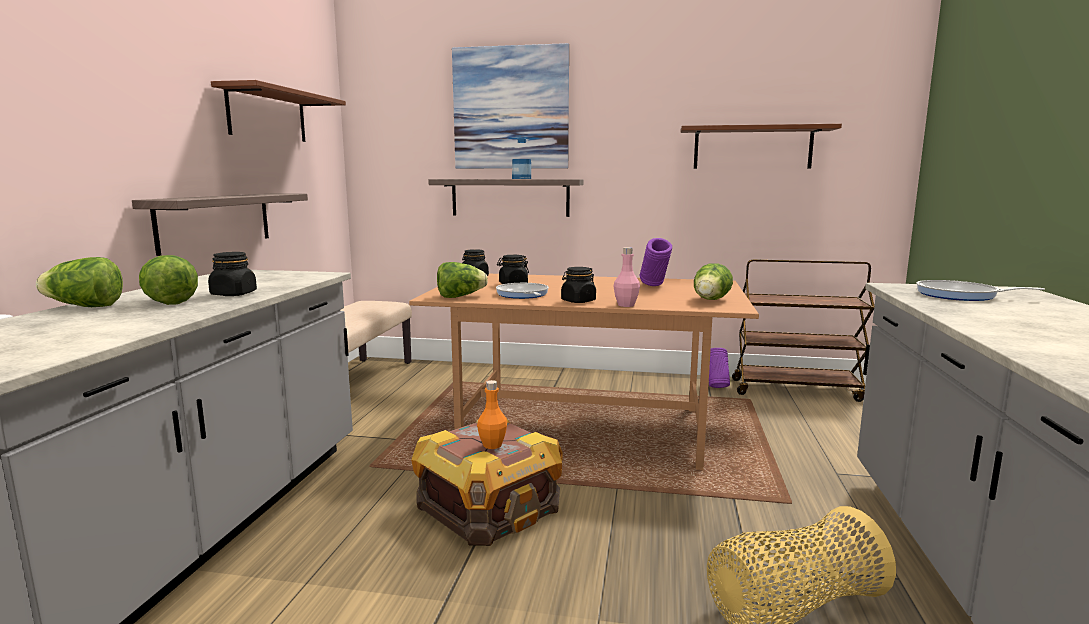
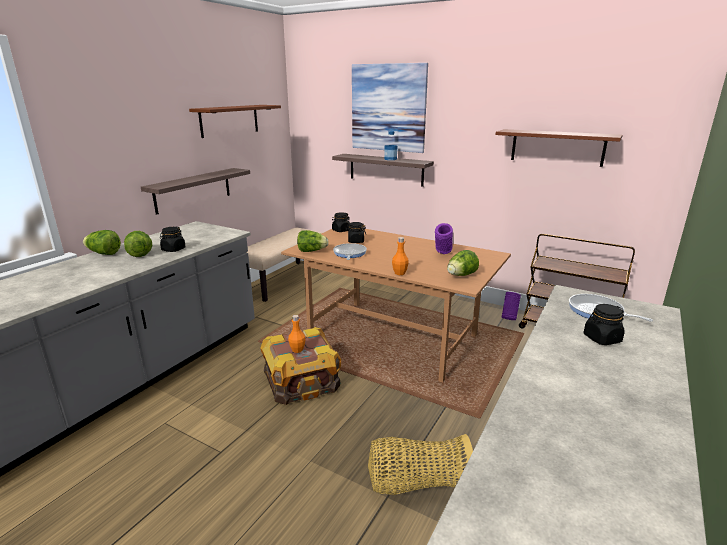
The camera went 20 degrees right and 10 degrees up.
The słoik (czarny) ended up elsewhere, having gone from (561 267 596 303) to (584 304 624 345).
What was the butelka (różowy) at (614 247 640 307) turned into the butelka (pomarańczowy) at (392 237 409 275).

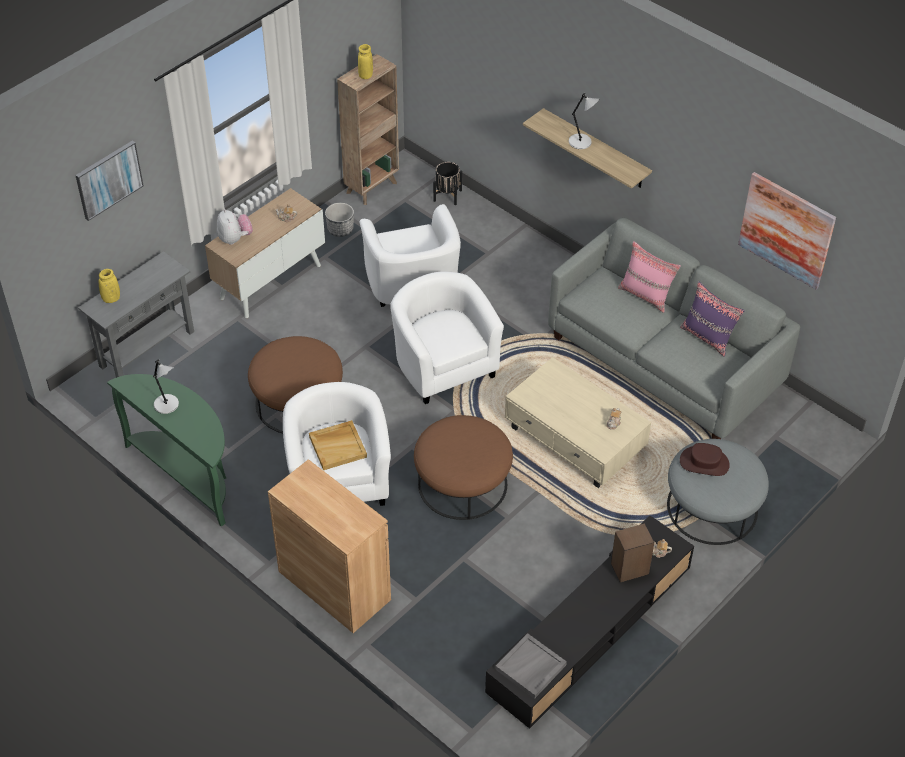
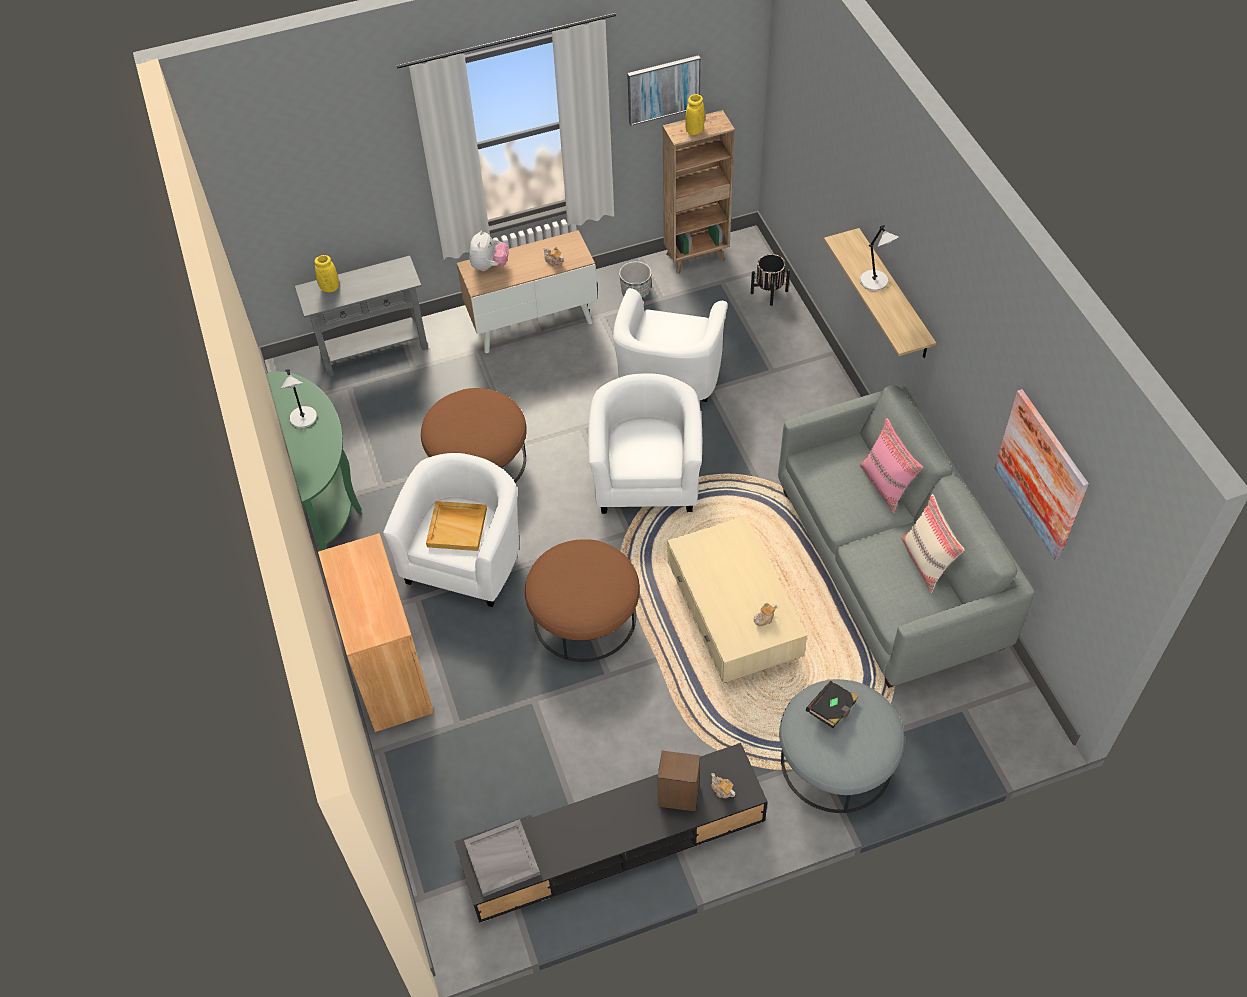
The camera went 30 degrees right and 5 degrees up.
The obraz ended up elsewhere, having gone from (75 140 144 221) to (627 55 701 126).
Where the kapelusz (brązowy) stood at (680 443 730 476), the książka (czarny) came to stand at (806 681 858 728).
What was the poduszka (fioletowy) at (680 281 745 357) turned into the poduszka (beżowy) at (901 494 965 593).

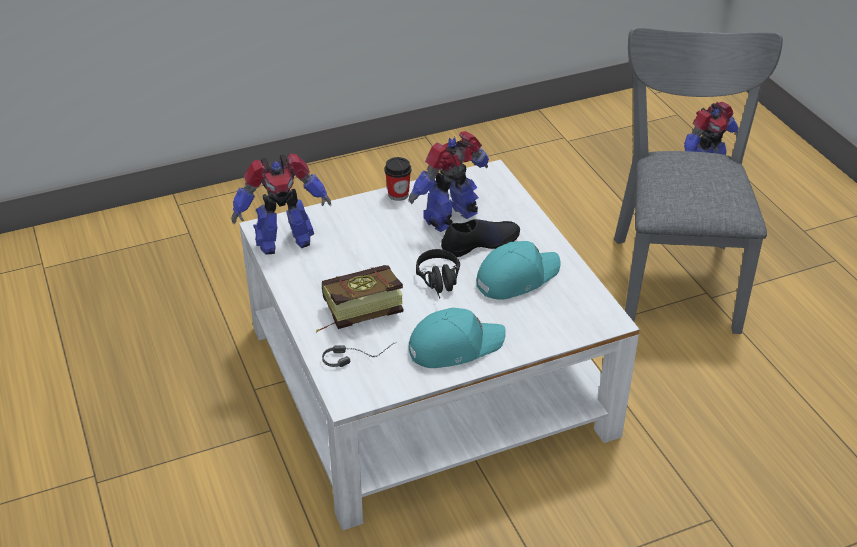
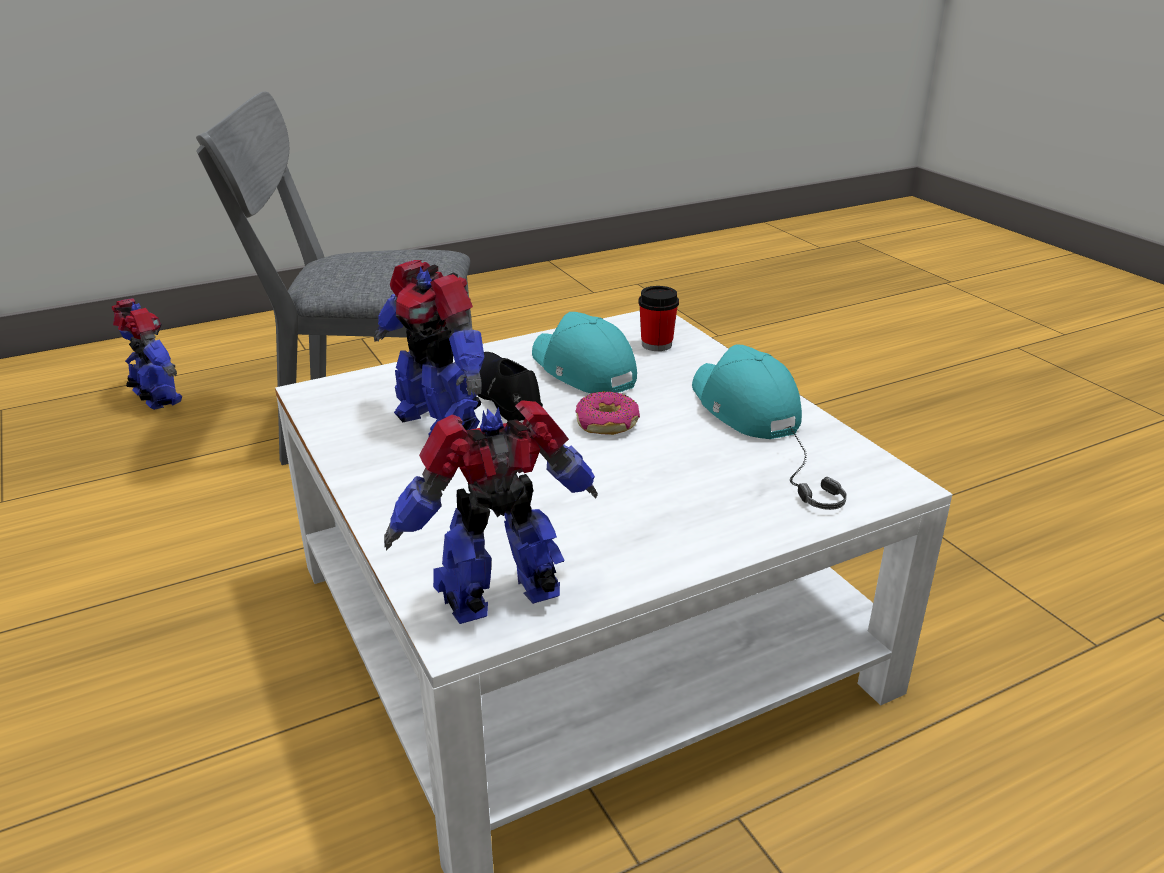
The camera went 95 degrees left and 10 degrees down.
The second view lost the książka at (316 265 403 332).
The filiżanka ended up elsewhere, having gone from (384 157 411 201) to (638 286 679 351).
Where the słuchawki (czarny) stood at (416 249 460 299), the donut came to stand at (575 391 640 435).
The robot zabawkowy at (231 154 331 255) ended up facing another way, 90 degrees counterclockwise from before.

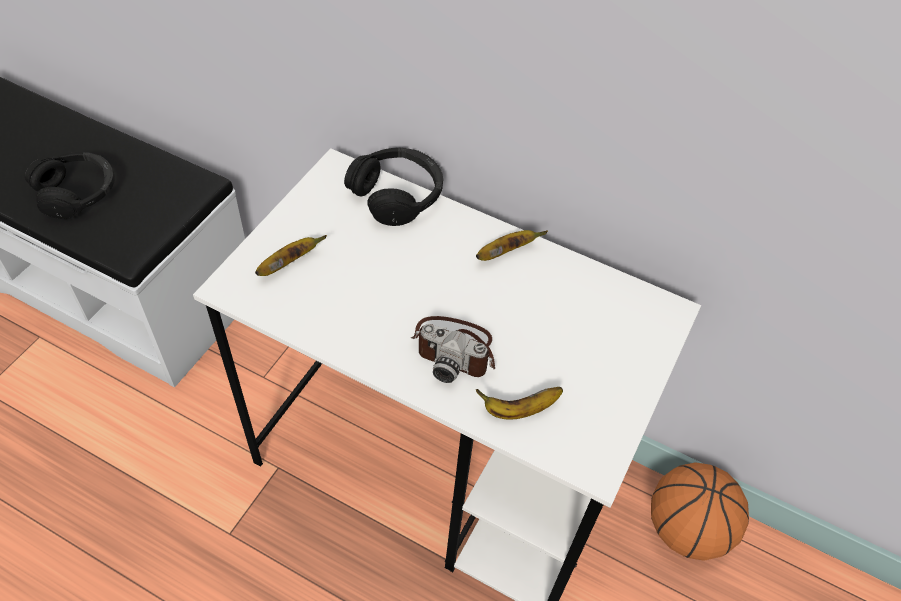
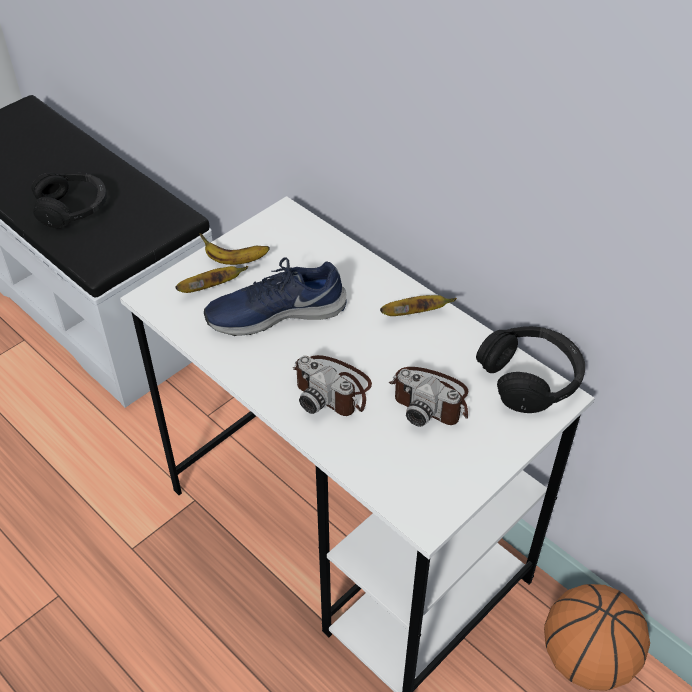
The camera went 20 degrees right and 5 degrees down.
The second view gained the but (niebieski) at (204 258 347 336).
The second view gained the aparat fotograficzny at (388 367 468 427).
The słuchawki (czarny) ended up elsewhere, having gone from (344 148 443 226) to (476 326 585 413).
The banan ended up elsewhere, having gone from (476 387 563 420) to (200 233 270 265).

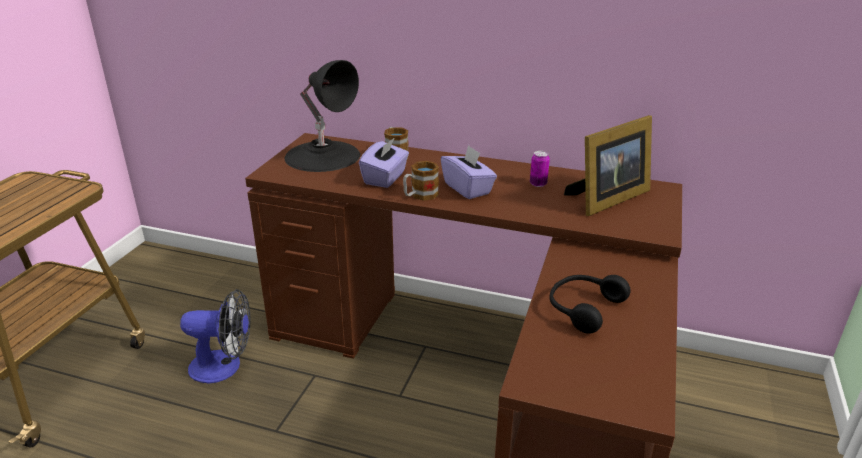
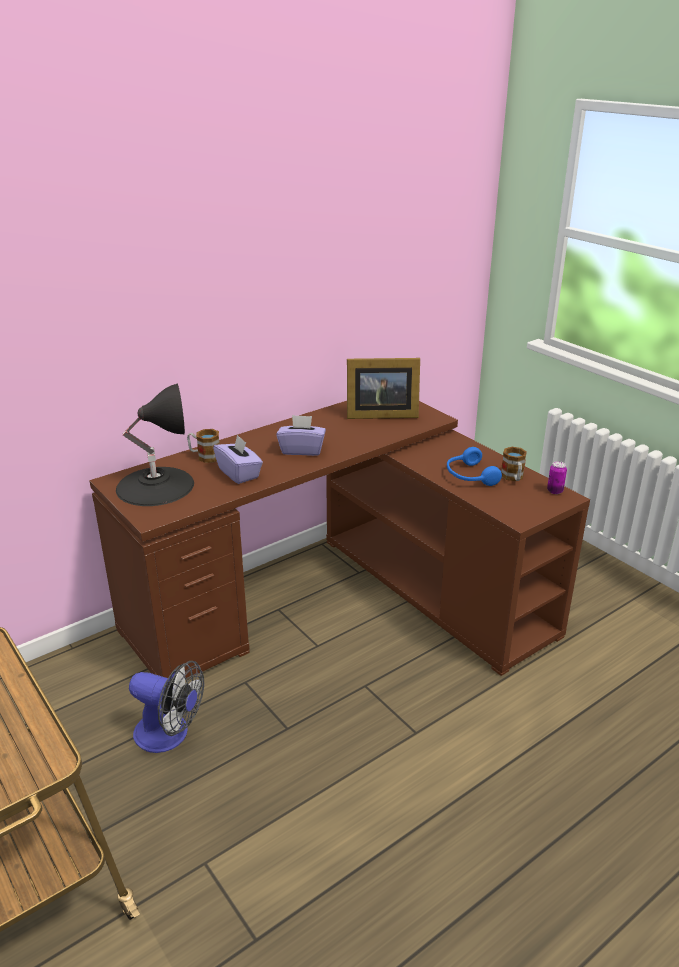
The camera went 55 degrees left and 0 degrees up.
The kubek ended up elsewhere, having gone from (403 161 439 201) to (501 447 527 481).
The puszka ended up elsewhere, having gone from (530 151 550 187) to (547 461 567 494).
What was the słuchawki (czarny) at (549 275 630 334) turned into the słuchawki (niebieski) at (447 447 502 486).
The wentylator at (180 289 251 383) ended up facing another way, 75 degrees clockwise from before.
The ramka na zdjęcie at (564 115 652 216) ended up facing another way, 90 degrees clockwise from before.

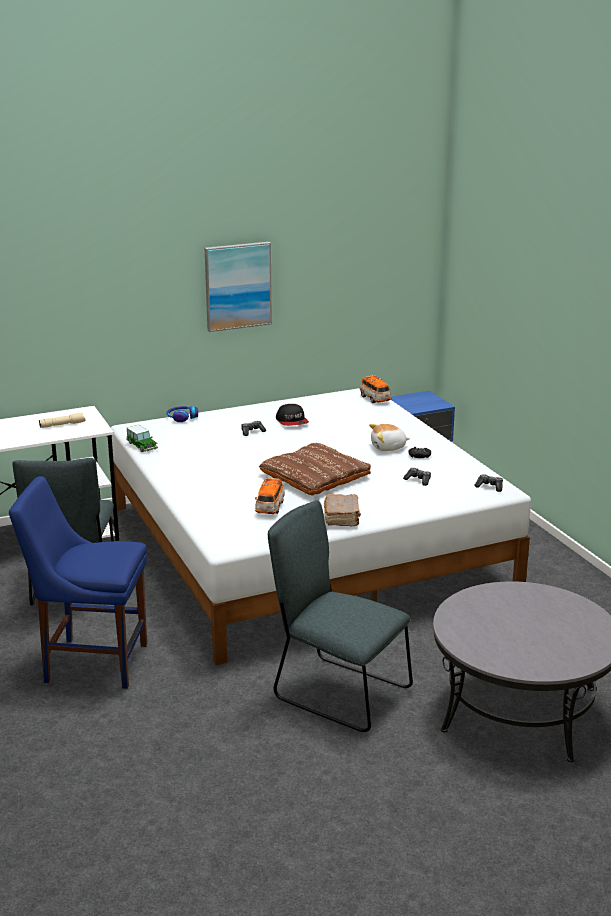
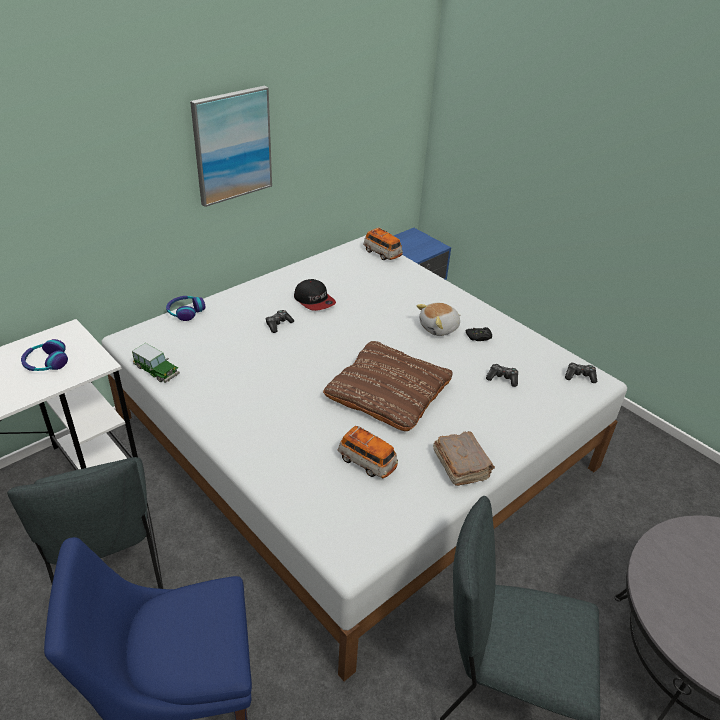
The camera went 20 degrees left and 15 degrees up.
Where the latarka (beżowy) stood at (39 413 85 428), the słuchawki came to stand at (21 339 68 371).
The samochodzik at (255 477 285 514) ended up facing another way, 45 degrees counterclockwise from before.

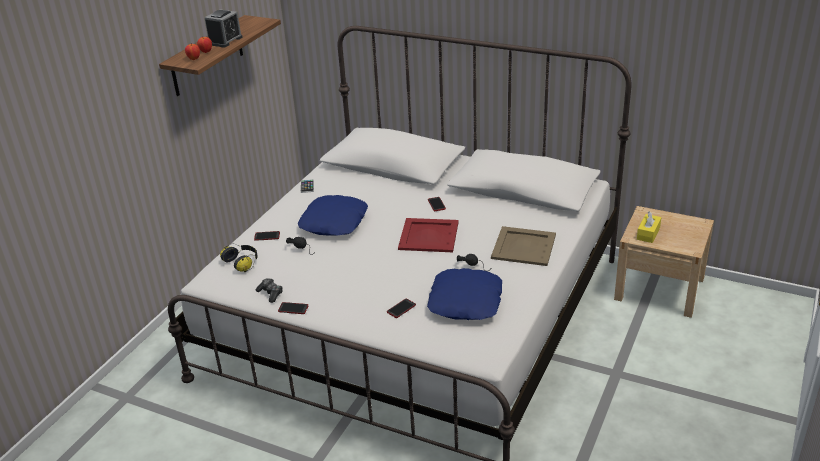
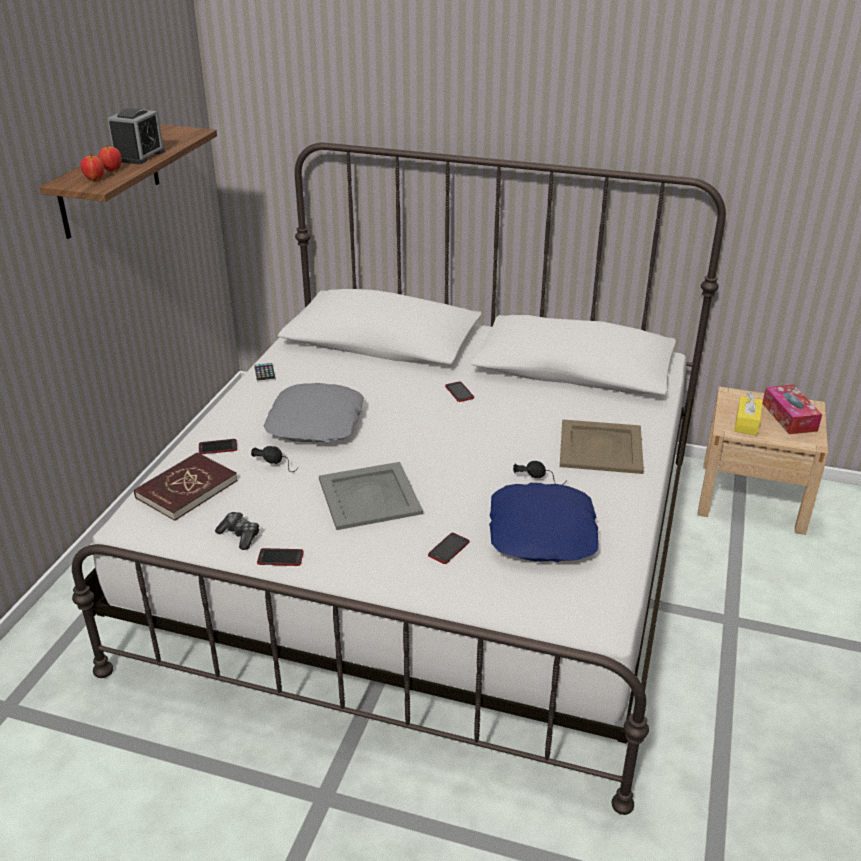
The camera went 10 degrees left and 0 degrees up.
The second view lost the taca (czerwony) at (398 218 459 252).
The second view gained the taca (szary) at (319 462 423 530).
The second view gained the pudełko chusteczek at (763 384 822 434).
Where the słuchawki stood at (220 243 258 273), the książka (czerwony) came to stand at (134 452 238 521).
What was the poduszka (niebieski) at (298 195 368 236) turned into the poduszka (szary) at (264 383 364 443).

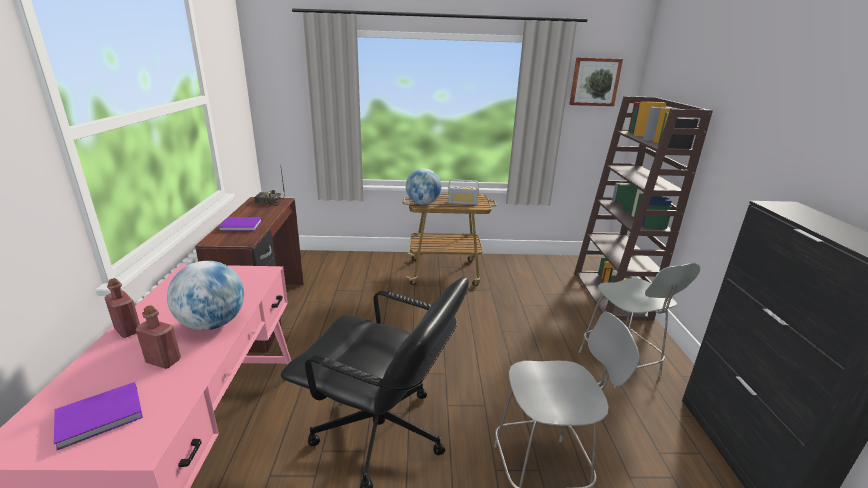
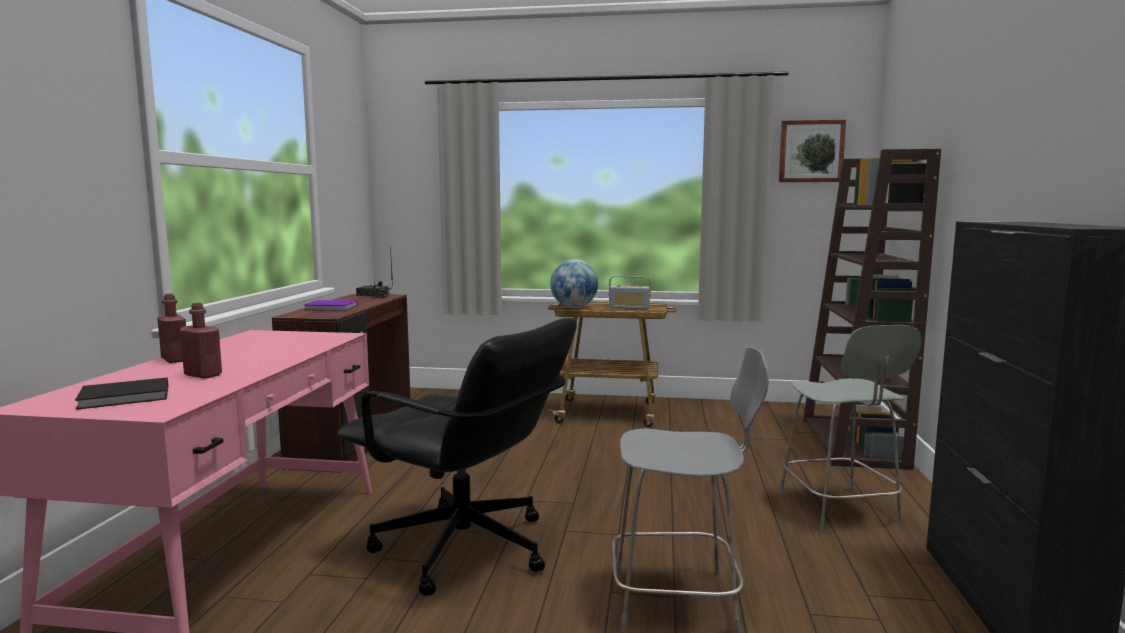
The camera went 10 degrees right and 15 degrees down.
The second view lost the globus at (167 261 244 330).
What was the książka (fioletowy) at (54 382 143 450) turned into the książka (czarny) at (75 377 168 410).

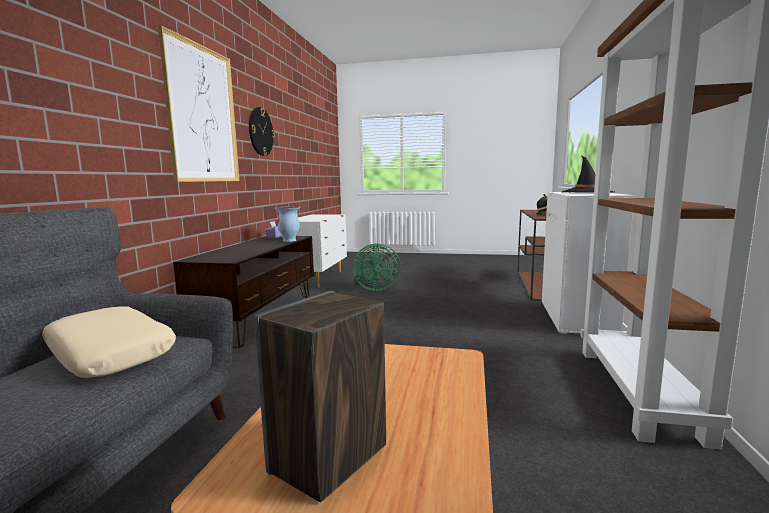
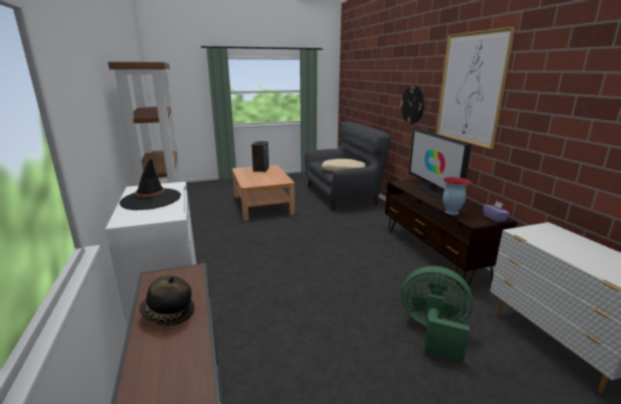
The camera went 150 degrees right and 10 degrees up.
The second view gained the telewizor at (409 127 471 198).
The zegar ścienny ended up elsewhere, having gone from (249 107 275 156) to (400 85 424 124).
The wentylator (zielony) at (352 243 401 291) ended up facing another way, 60 degrees clockwise from before.

